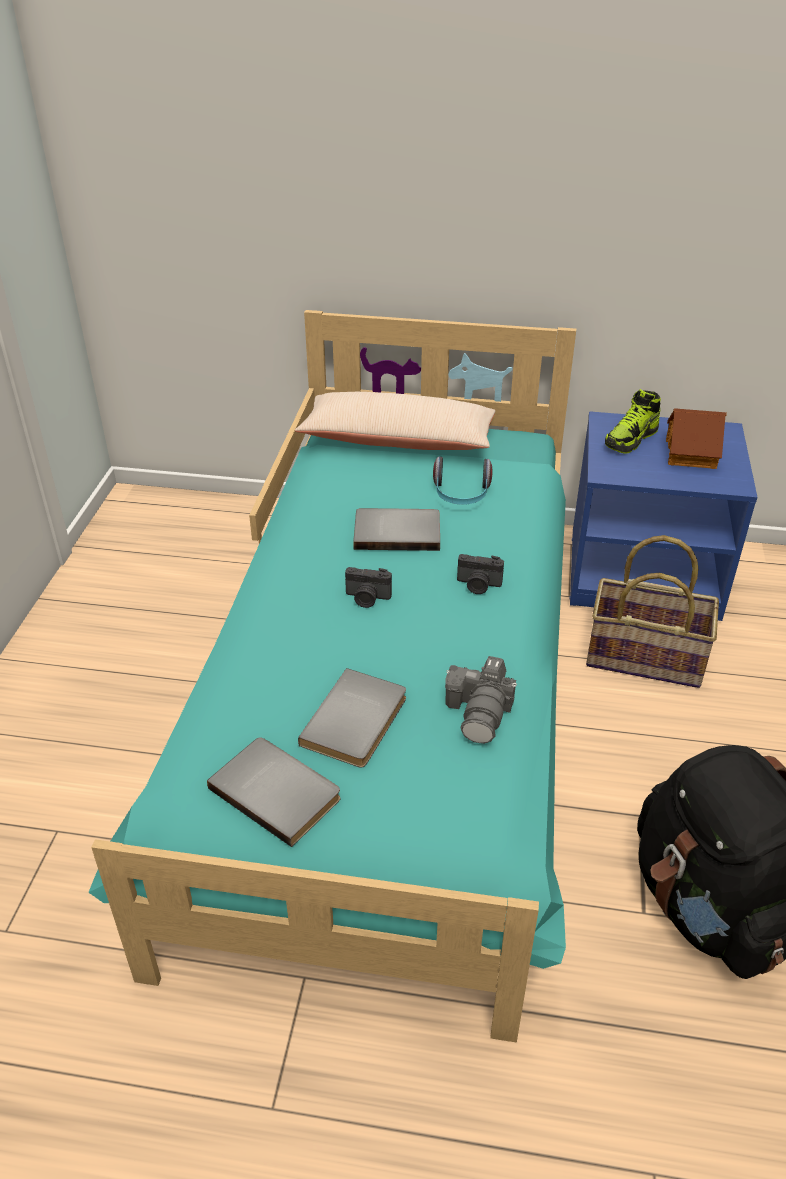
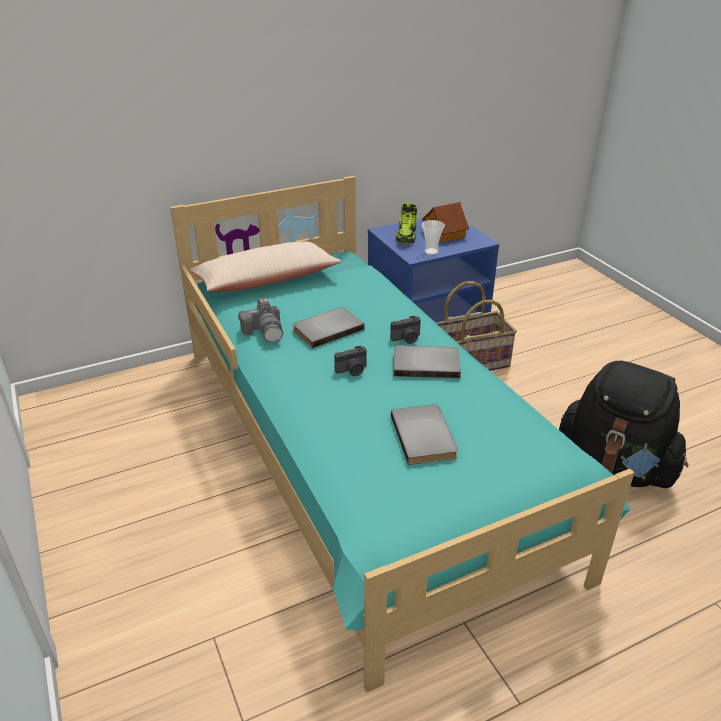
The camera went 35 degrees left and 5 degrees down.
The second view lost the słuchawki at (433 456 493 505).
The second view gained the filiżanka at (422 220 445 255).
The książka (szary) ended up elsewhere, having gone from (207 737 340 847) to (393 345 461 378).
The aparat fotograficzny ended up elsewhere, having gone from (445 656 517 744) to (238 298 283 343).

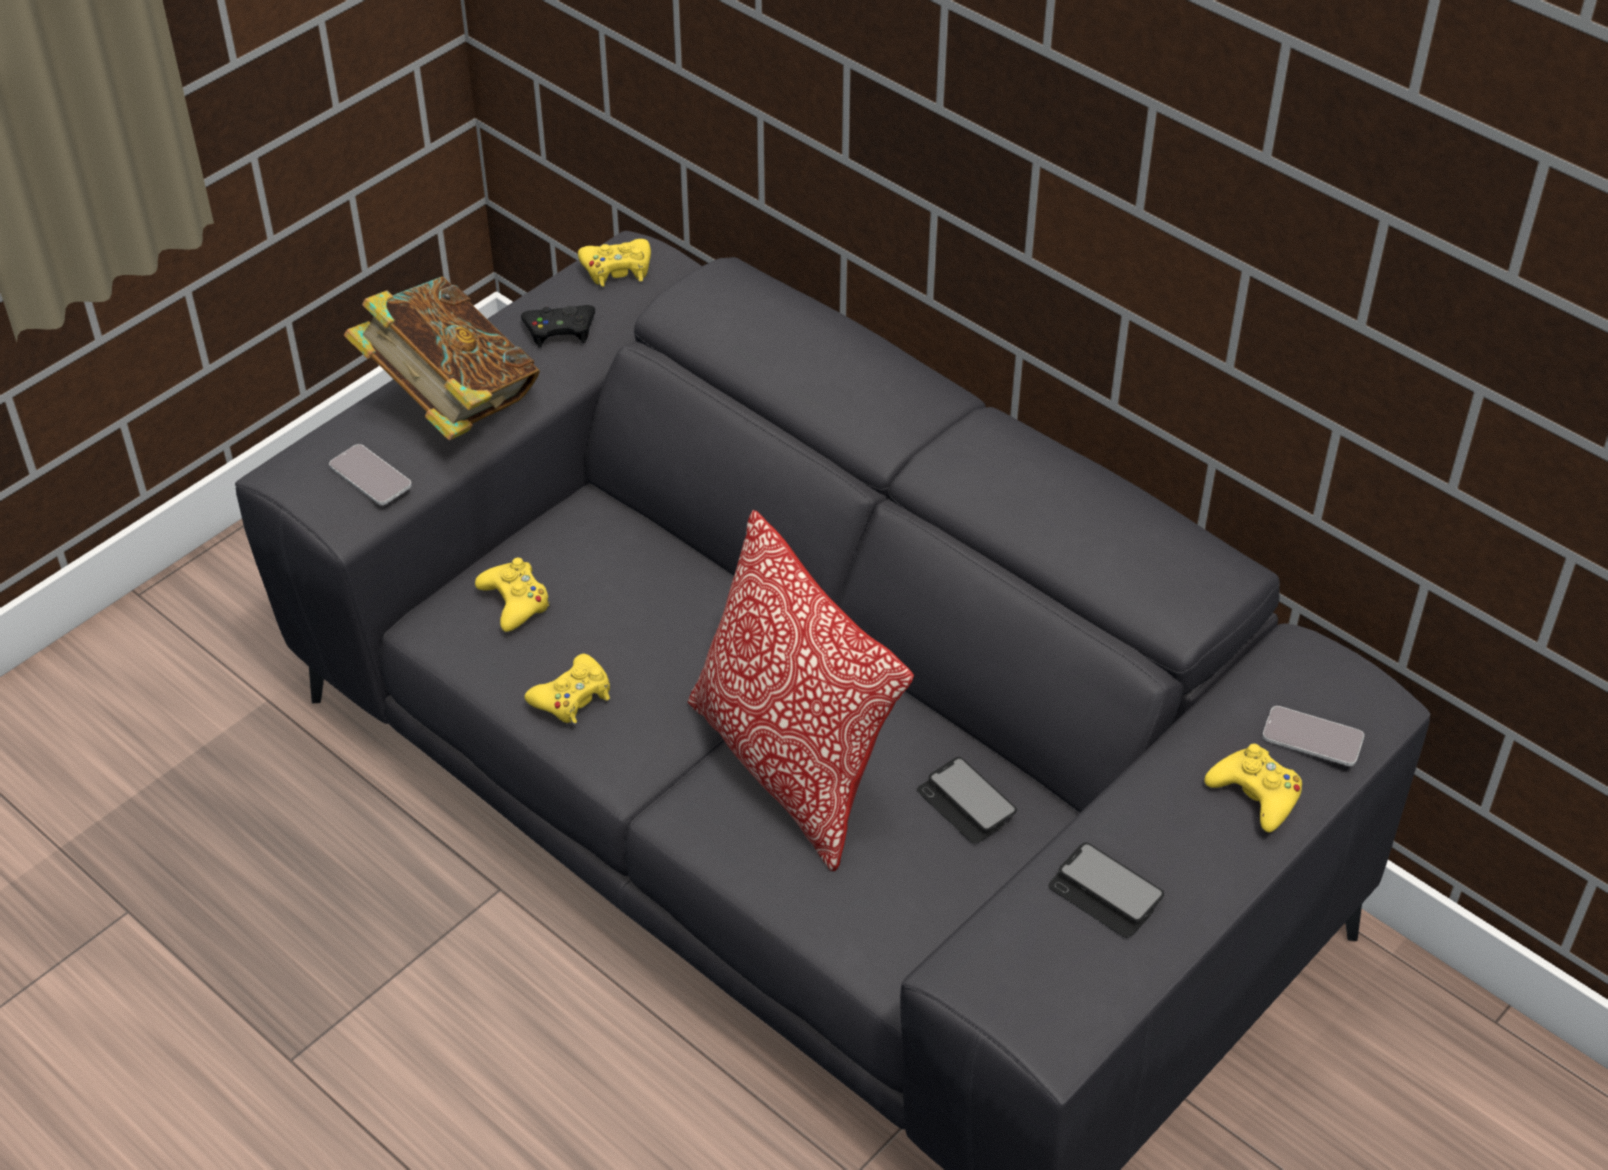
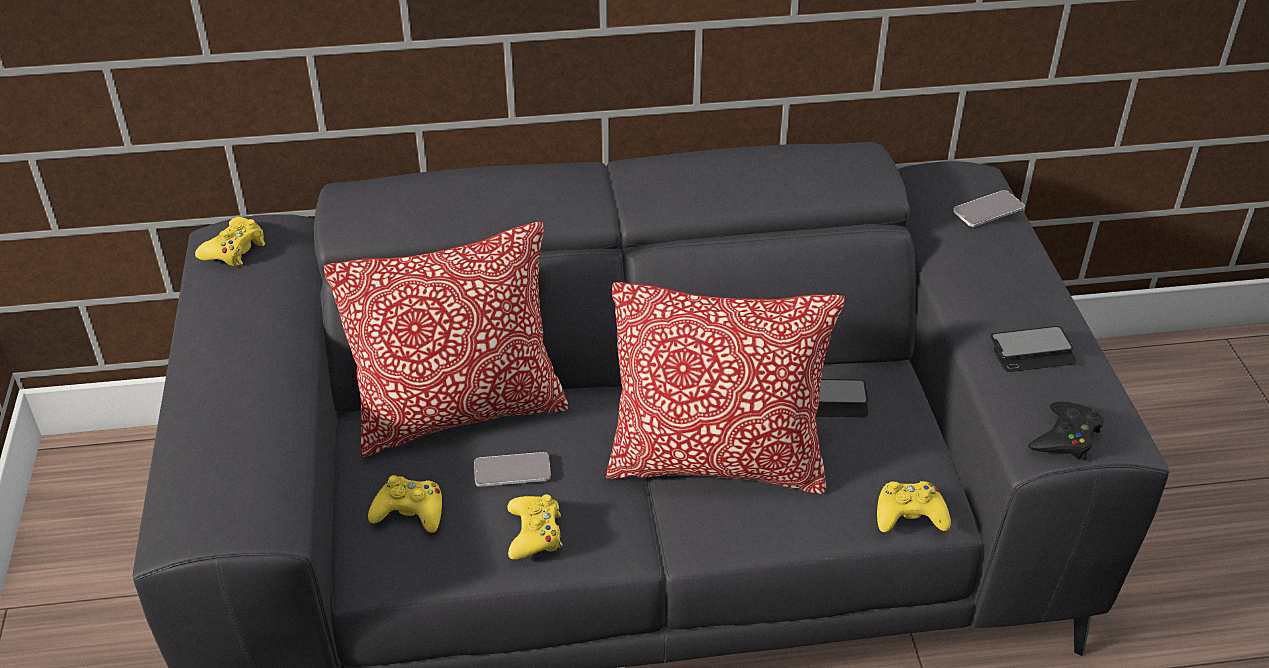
The camera went 50 degrees left and 5 degrees down.
The second view lost the książka at (344 276 540 440).
The second view gained the poduszka at (324 221 568 458).
The telefon ended up elsewhere, having gone from (329 444 412 505) to (474 452 551 487).
The pad do gier (czarny) ended up elsewhere, having gone from (521 305 595 348) to (1028 402 1104 461).
The pad do gier (żółty) ended up elsewhere, having gone from (1204 744 1302 833) to (877 481 951 532).

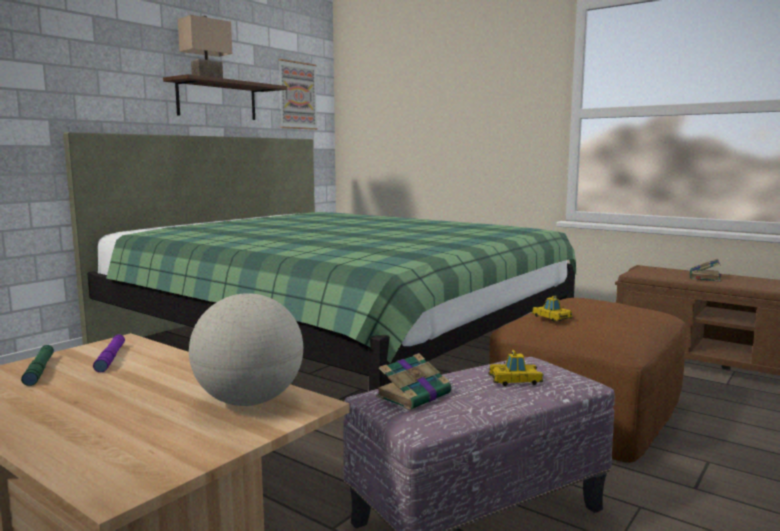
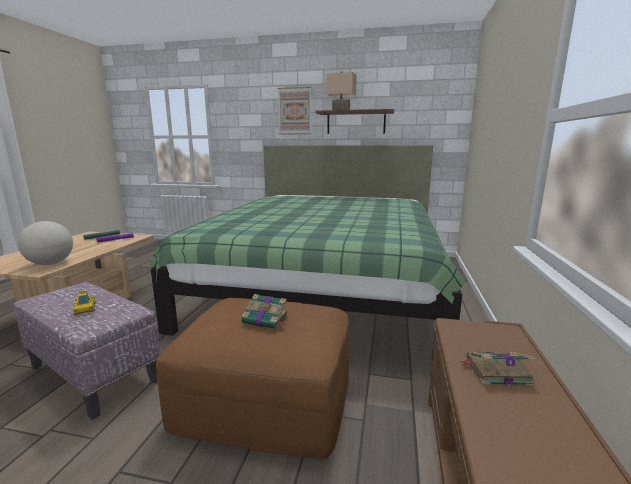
The camera went 65 degrees right and 5 degrees up.
The second view lost the samochodzik at (532 295 573 322).
The obraz ended up elsewhere, having gone from (278 59 318 130) to (278 87 311 134).
The książka ended up elsewhere, having gone from (376 353 451 410) to (242 294 288 329).

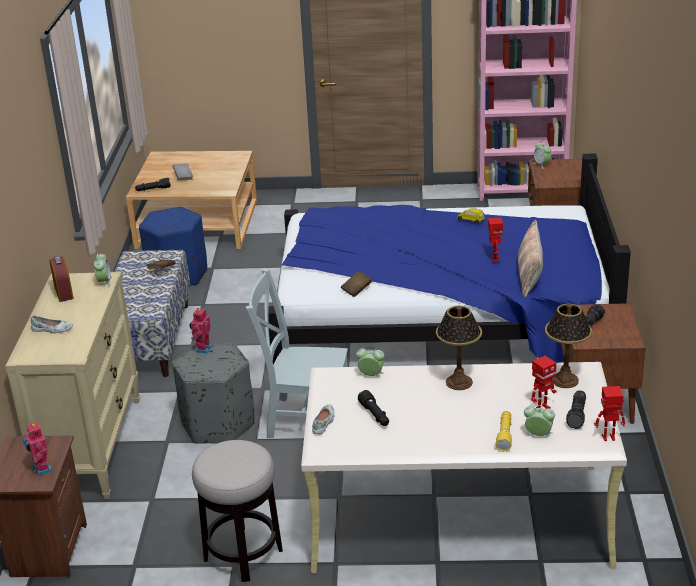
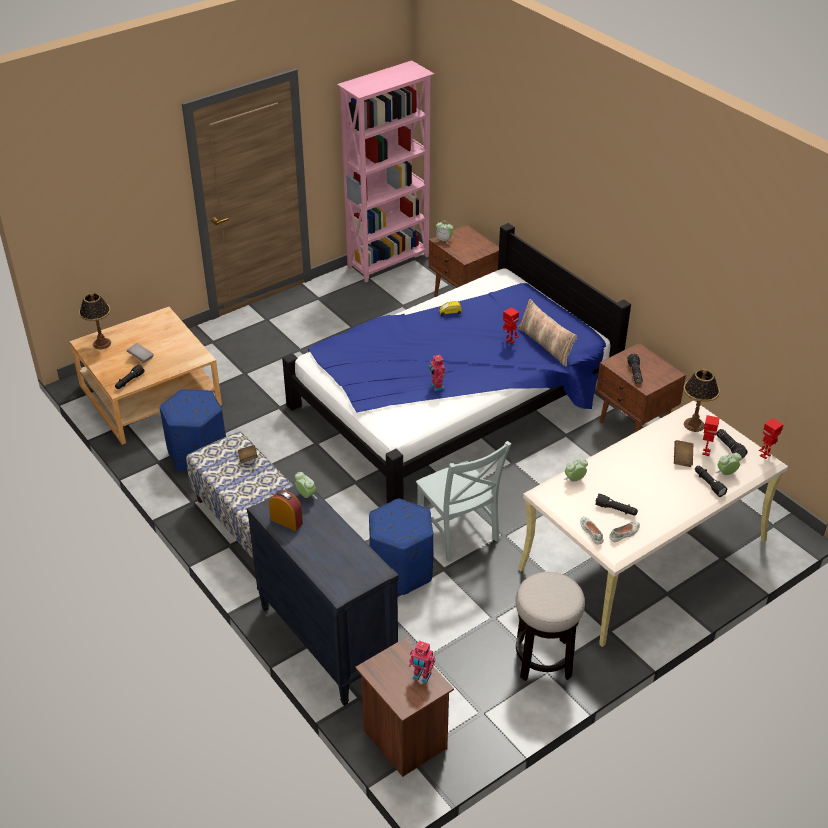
The camera went 40 degrees left and 10 degrees up.
The but (biały) ended up elsewhere, having gone from (31 315 73 333) to (609 521 640 542).
The robot zabawkowy ended up elsewhere, having gone from (189 308 213 354) to (429 355 445 391).
The książka (brązowy) ended up elsewhere, having gone from (341 271 372 297) to (674 440 693 467).
The lampa stołowa ended up elsewhere, having gone from (436 306 482 390) to (79 293 111 349).
What was the komoda (beżowy) at (5 272 140 499) turned into the komoda (czarny) at (247 485 399 706).
What was the pufa (szary) at (172 343 255 444) turned into the pufa (niebieski) at (369 499 433 595).
What was the latarka (żółty) at (496 411 512 452) turned into the latarka (czarny) at (695 466 727 497).
The krzesło (szary) at (246 269 348 438) ended up facing another way, 90 degrees counterclockwise from before.

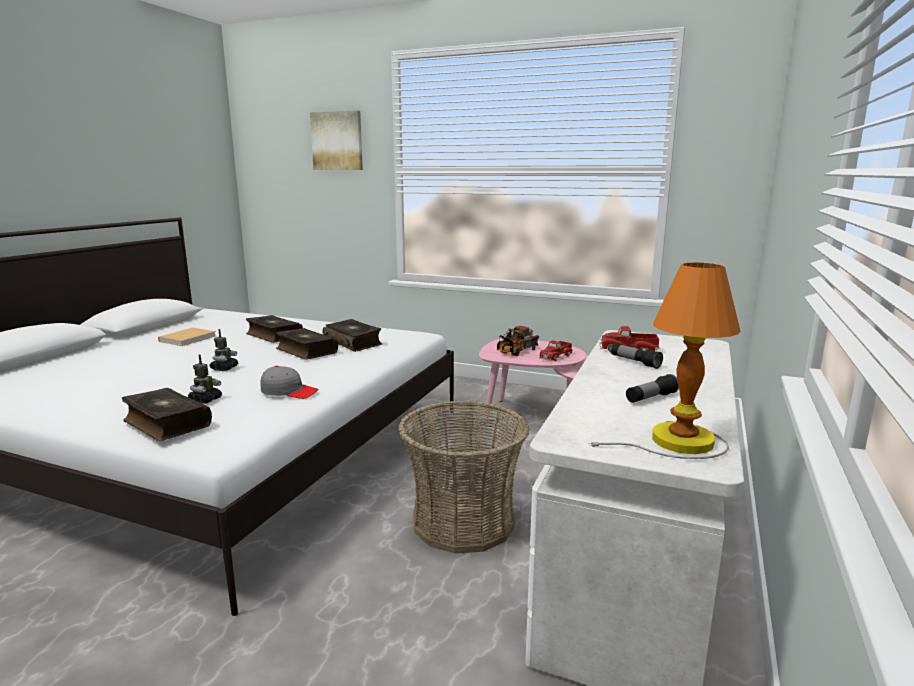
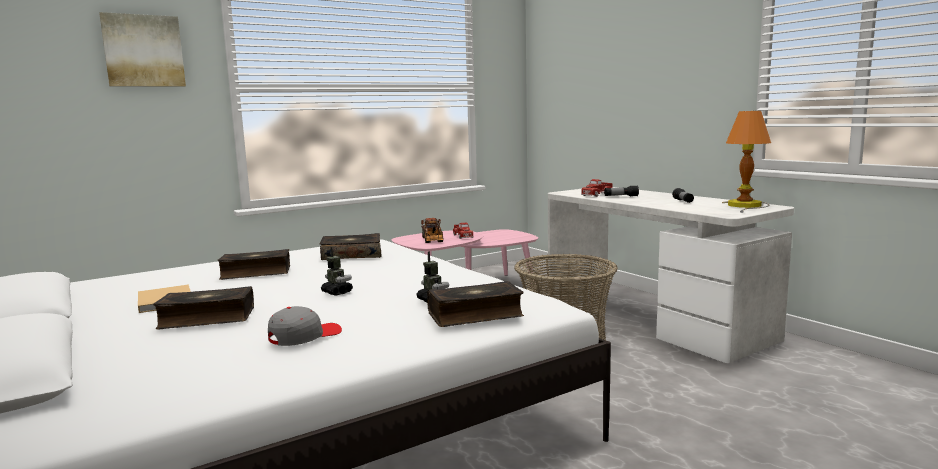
The camera went 55 degrees left and 5 degrees down.
The czapka z daszkiem (szary) ended up elsewhere, having gone from (261 366 318 399) to (268 306 342 346).
The książka ended up elsewhere, having gone from (276 328 338 360) to (153 286 254 329).

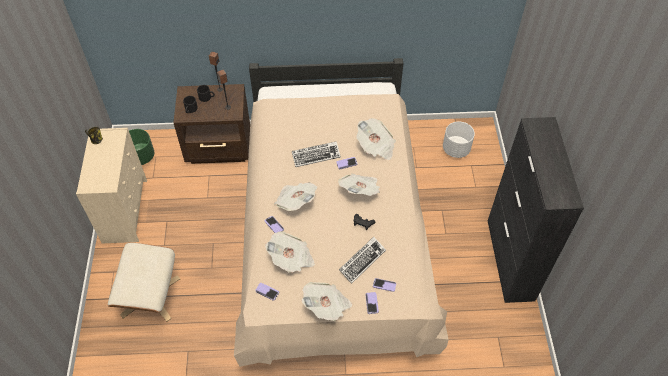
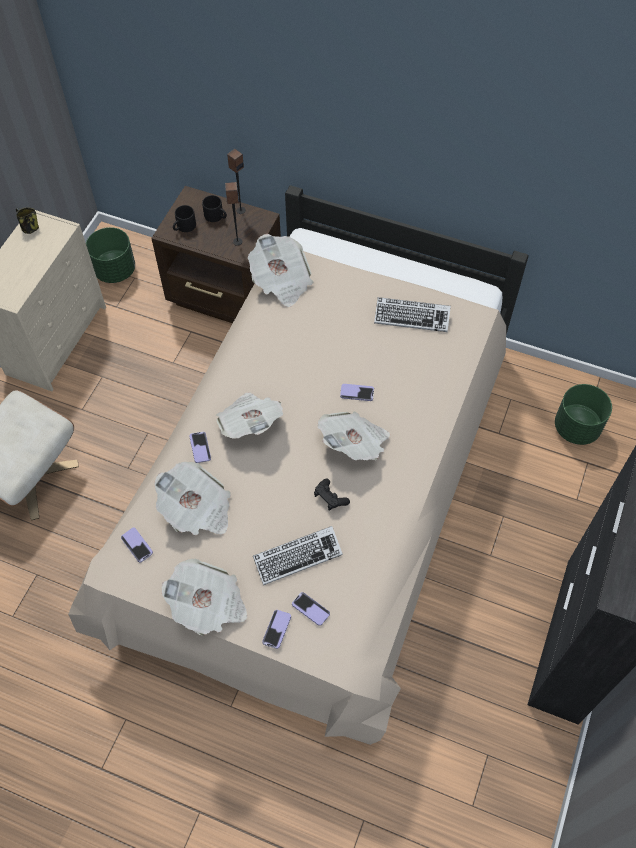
The camera went 25 degrees right and 5 degrees up.
The klawiatura ended up elsewhere, having gone from (292 141 341 167) to (374 297 451 332).
The gazeta ended up elsewhere, having gone from (356 118 396 160) to (248 234 313 307).
What was the donica (biały) at (443 121 475 158) turned into the donica (zielony) at (555 384 612 445).

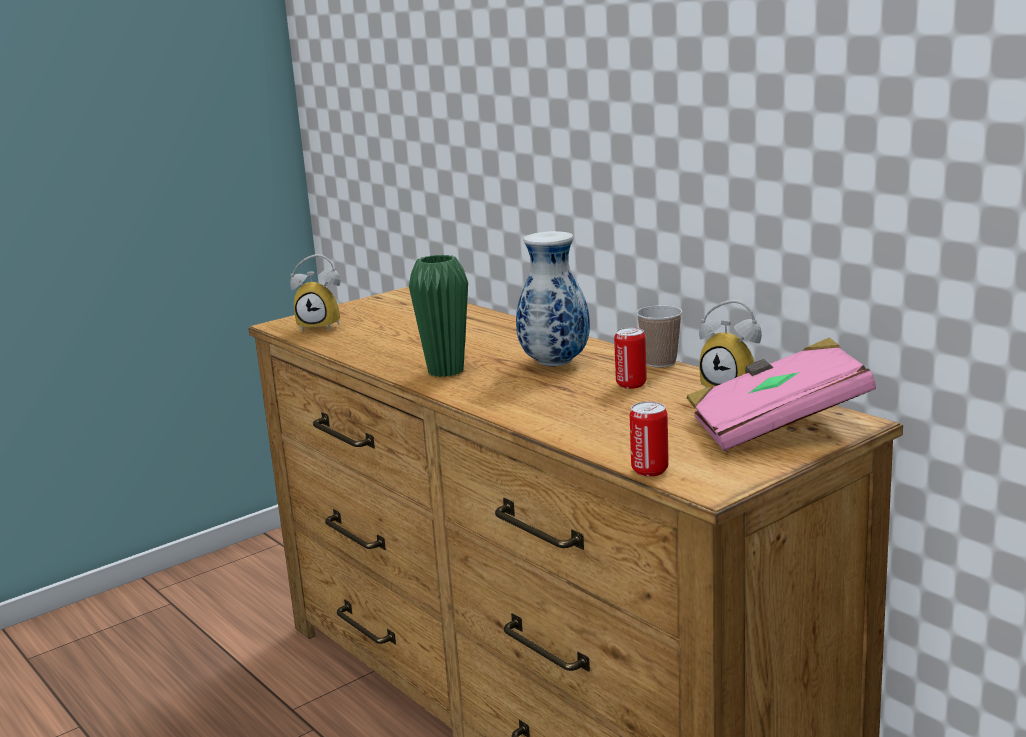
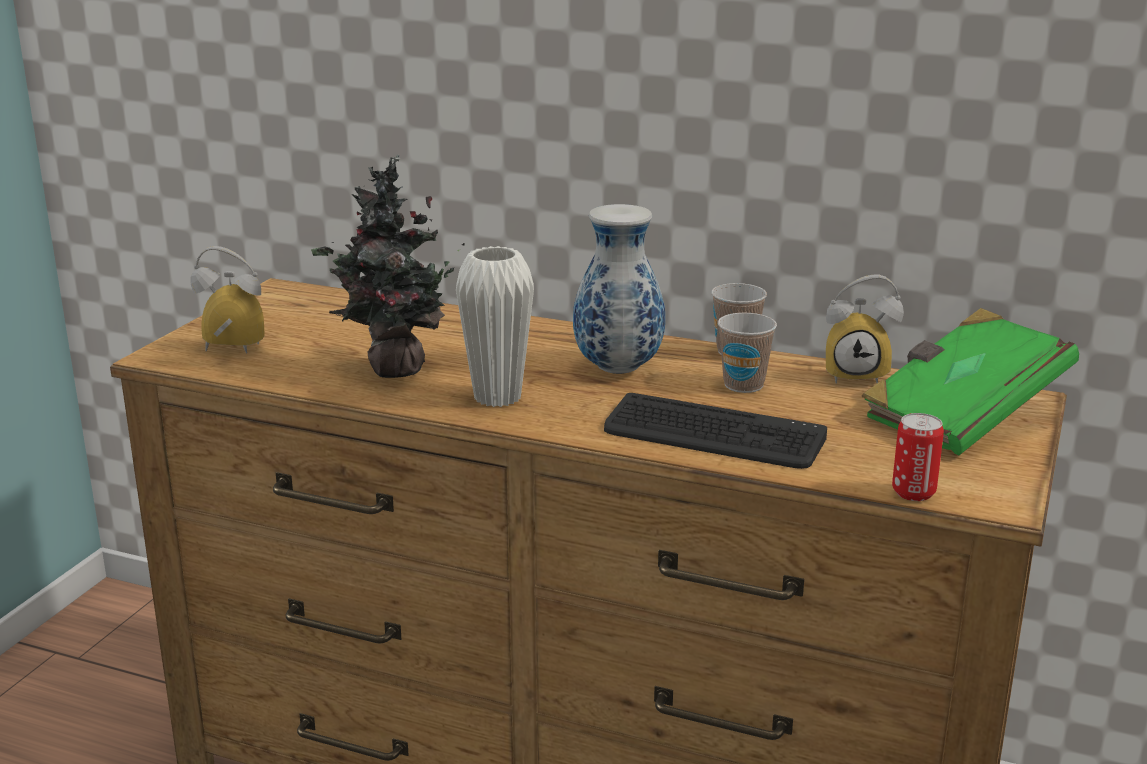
The camera went 30 degrees left and 5 degrees up.
The second view gained the roślina doniczkowa at (311 154 465 378).
The second view gained the klawiatura at (604 393 827 469).
Where the puszka stood at (614 327 647 389), the filiżanka came to stand at (718 313 777 393).
What was the wazon (zielony) at (409 255 468 377) turned into the wazon (biały) at (456 246 534 407).
What was the książka (różowy) at (687 337 876 451) turned into the książka (zielony) at (861 308 1079 455).
The budzik at (290 254 340 332) ended up facing another way, 150 degrees counterclockwise from before.

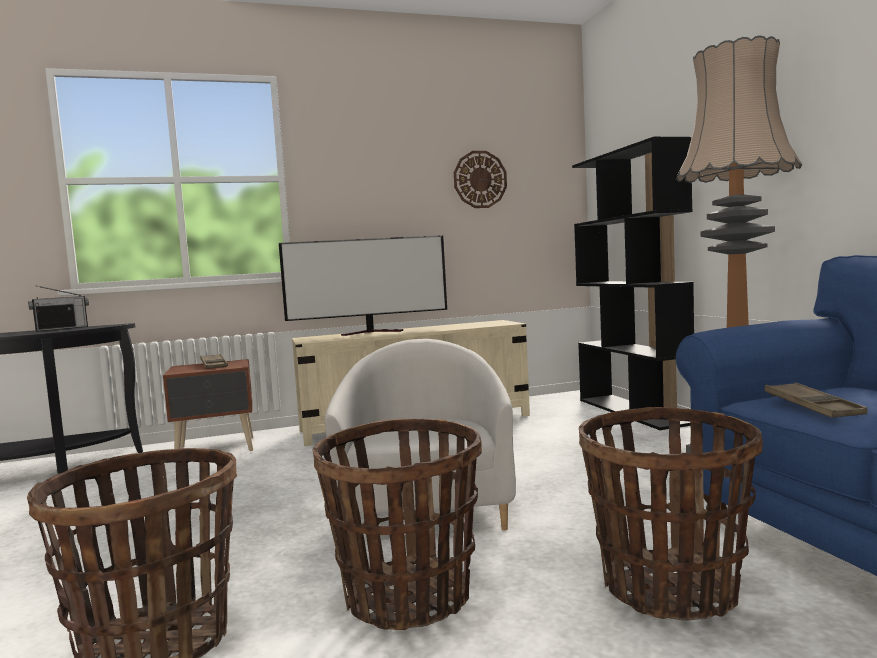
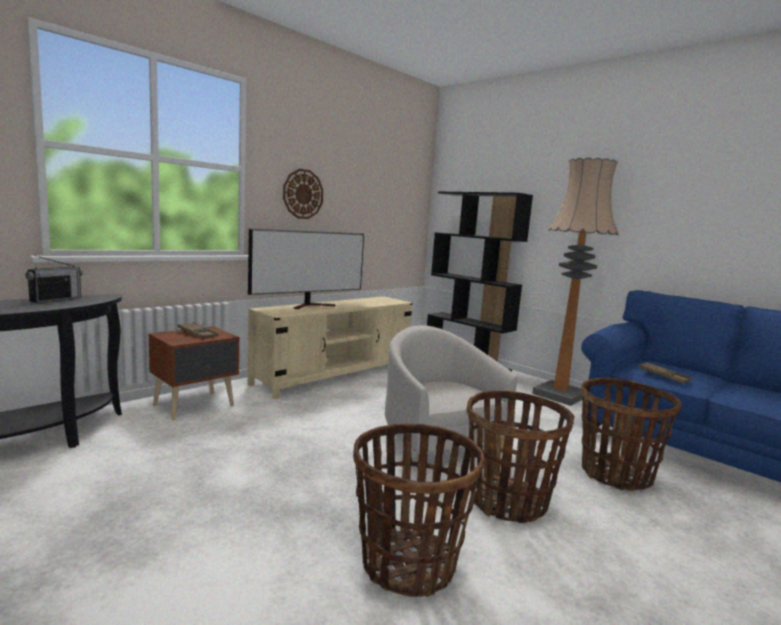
The camera went 30 degrees left and 5 degrees up.
The zegar ścienny ended up elsewhere, having gone from (454 151 507 208) to (283 169 323 219).

